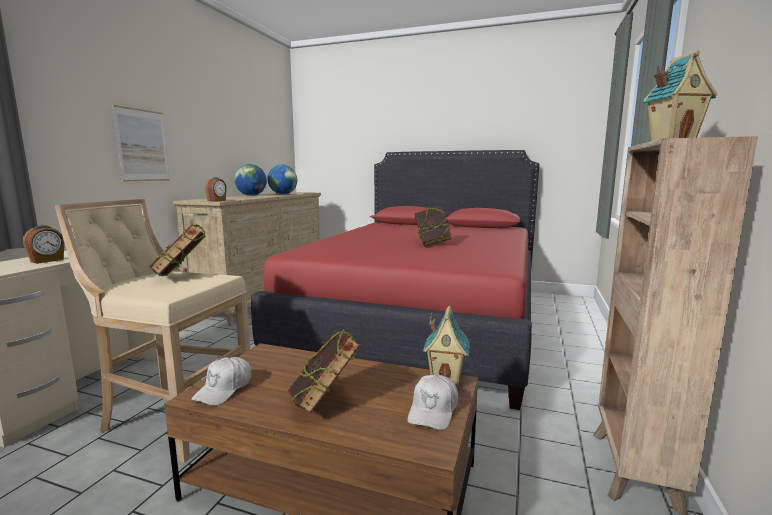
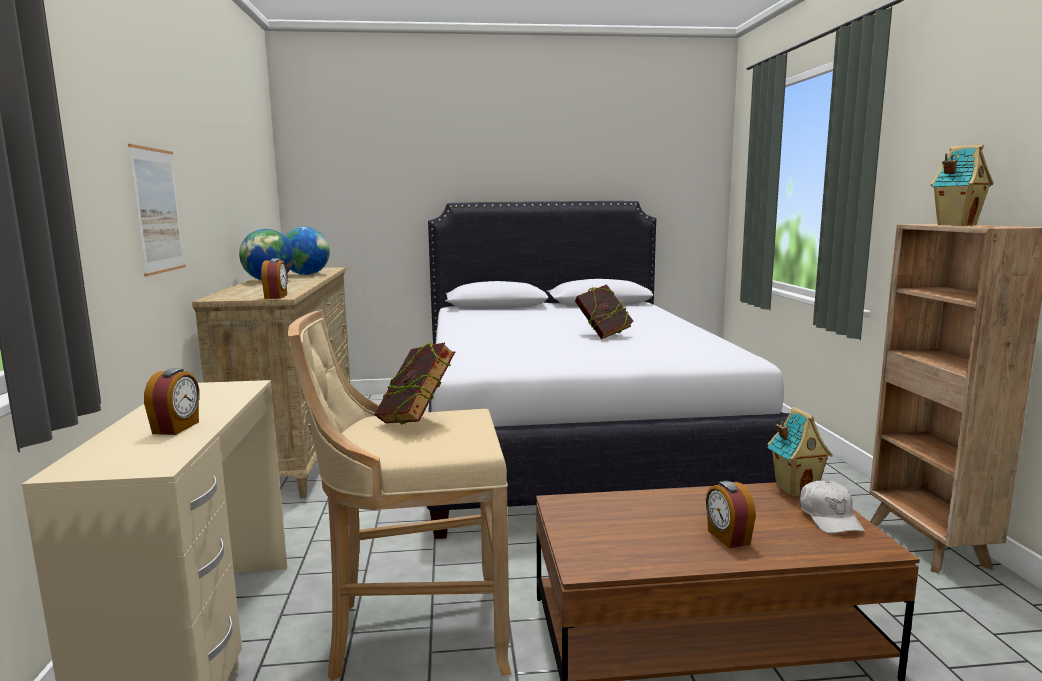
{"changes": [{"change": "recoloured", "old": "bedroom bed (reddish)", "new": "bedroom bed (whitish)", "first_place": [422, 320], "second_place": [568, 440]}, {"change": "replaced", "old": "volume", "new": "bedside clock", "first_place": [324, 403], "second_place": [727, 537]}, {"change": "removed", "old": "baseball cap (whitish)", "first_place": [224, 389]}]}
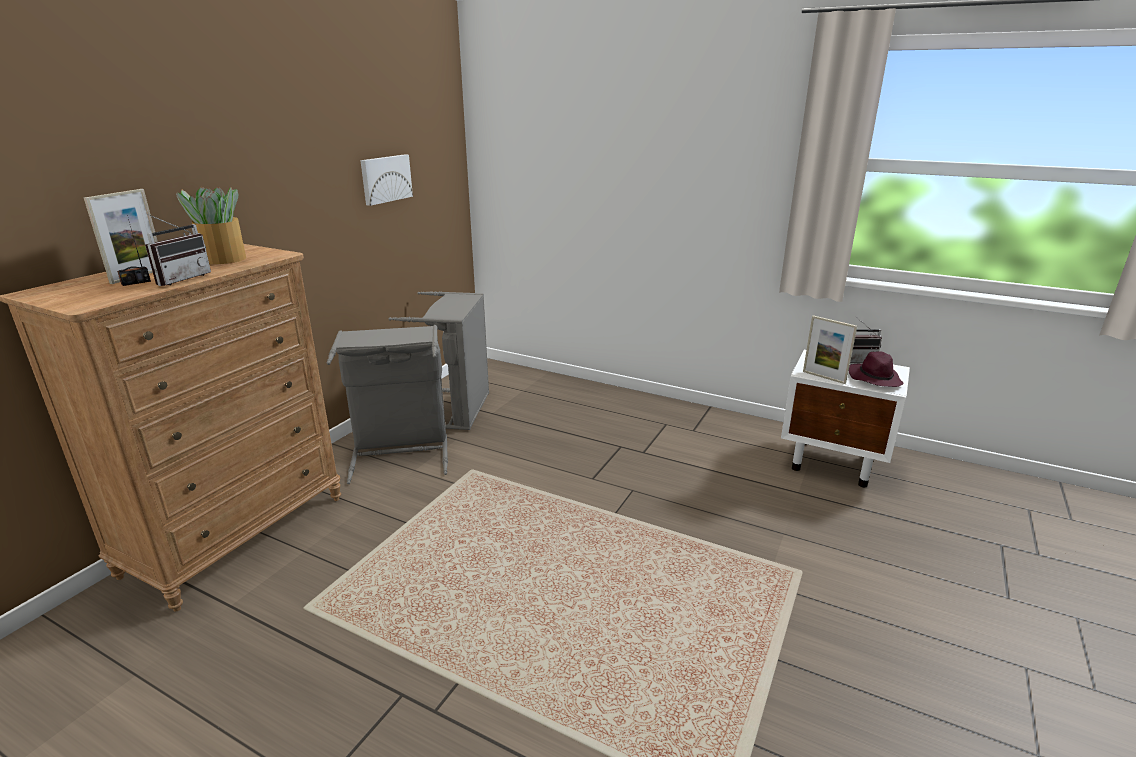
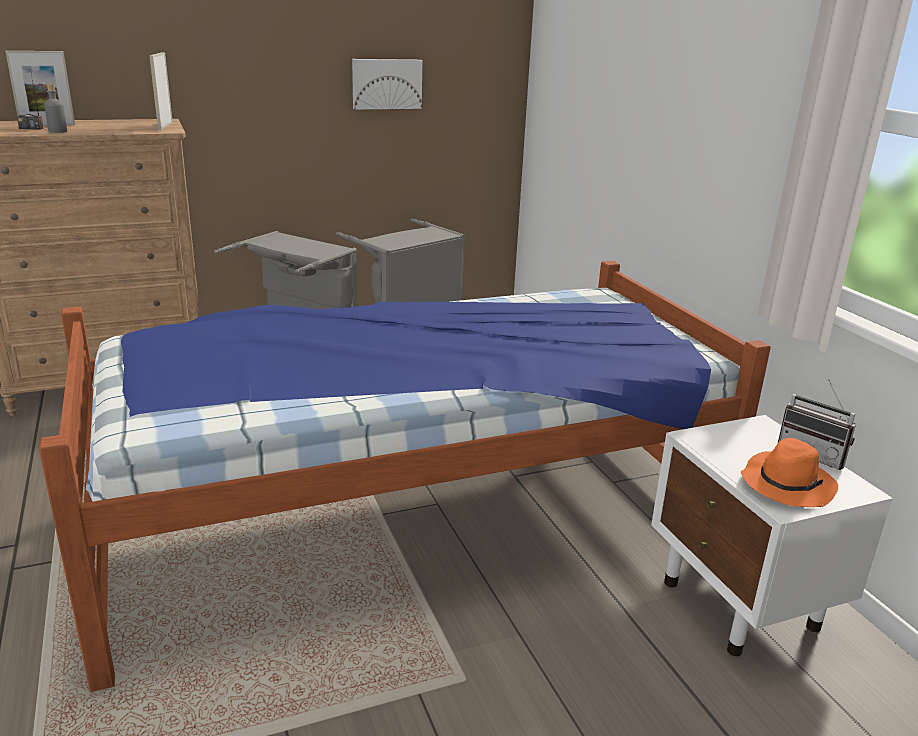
{"changes": [{"change": "added", "new": "bedroom bed", "second_place": [407, 518]}, {"change": "replaced", "old": "radio", "new": "beverage bottle (gray)", "first_place": [180, 279], "second_place": [58, 131]}, {"change": "moved", "old": "picture frame", "first_place": [824, 377], "second_place": [165, 126]}, {"change": "recoloured", "old": "wearable hat (purple)", "new": "wearable hat (orangey)", "first_place": [874, 378], "second_place": [786, 484]}, {"change": "removed", "old": "houseplant", "first_place": [223, 259]}]}
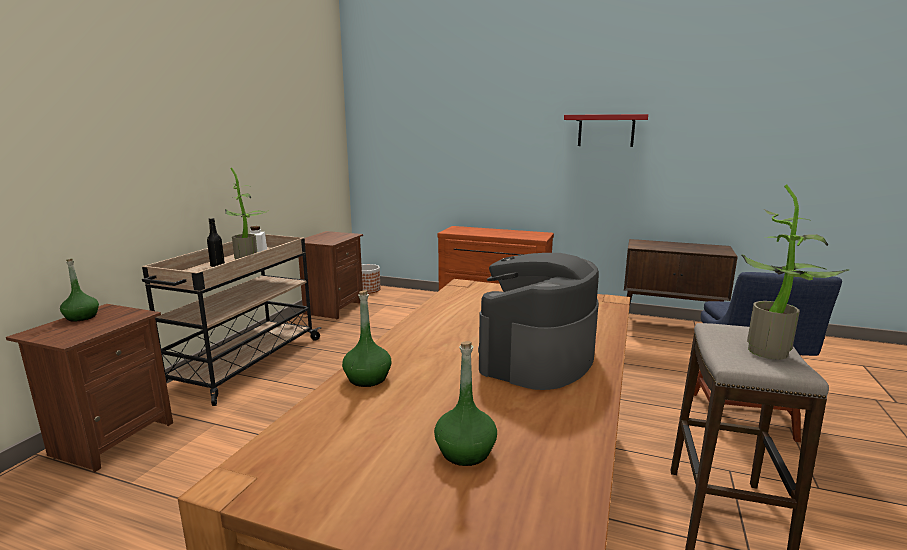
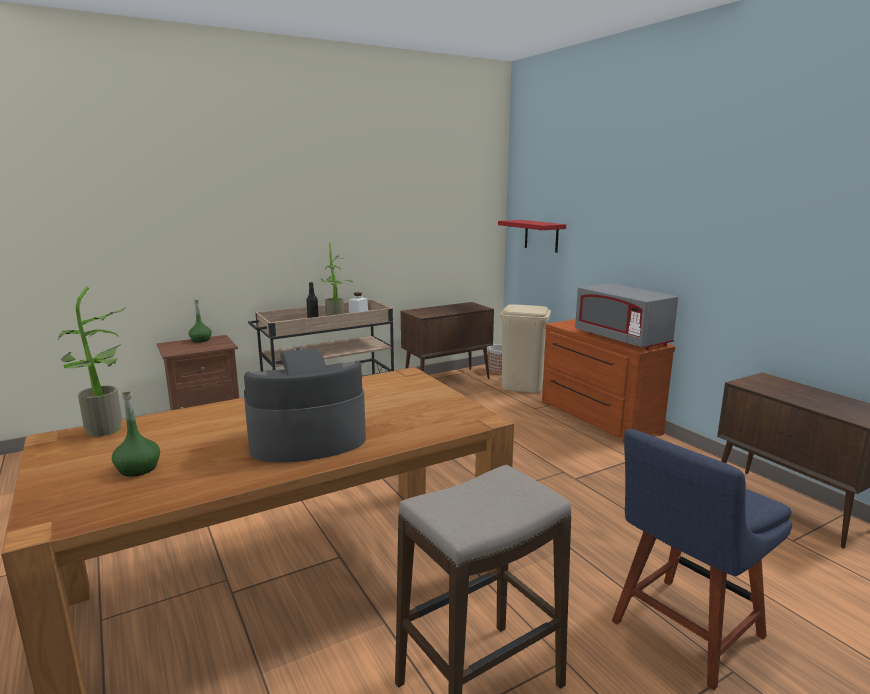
{"changes": [{"change": "moved", "old": "houseplant", "first_place": [774, 351], "second_place": [106, 431]}, {"change": "replaced", "old": "bedside table (brown-coloured)", "new": "cabinet (brown-coloured)", "first_place": [333, 308], "second_place": [447, 380]}, {"change": "moved", "old": "shelf (reddish)", "first_place": [606, 130], "second_place": [541, 236]}, {"change": "added", "new": "rubbish bin (sand-coloured)", "second_place": [523, 386]}, {"change": "added", "new": "kitchen microwave (gray)", "second_place": [622, 339]}, {"change": "removed", "old": "beverage bottle (greenish)", "first_place": [367, 378]}]}
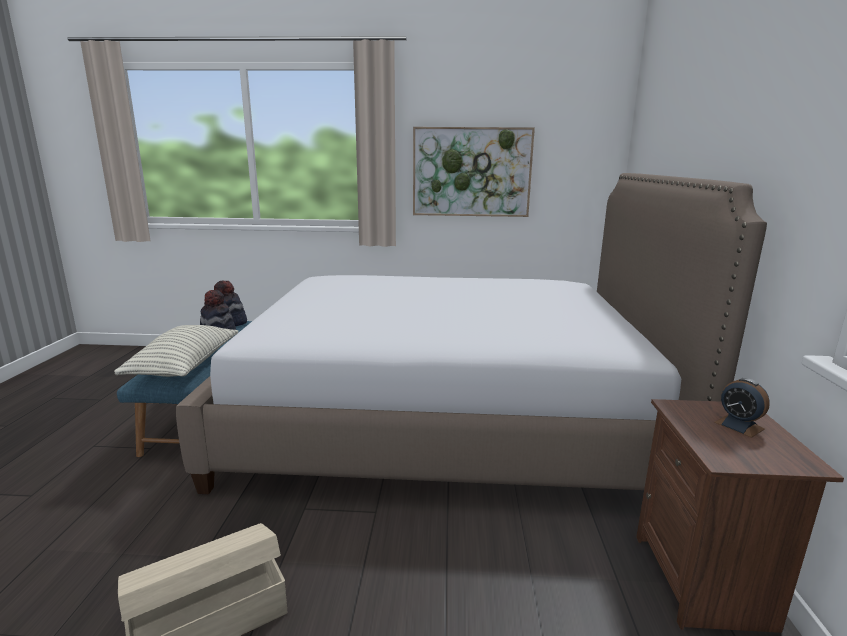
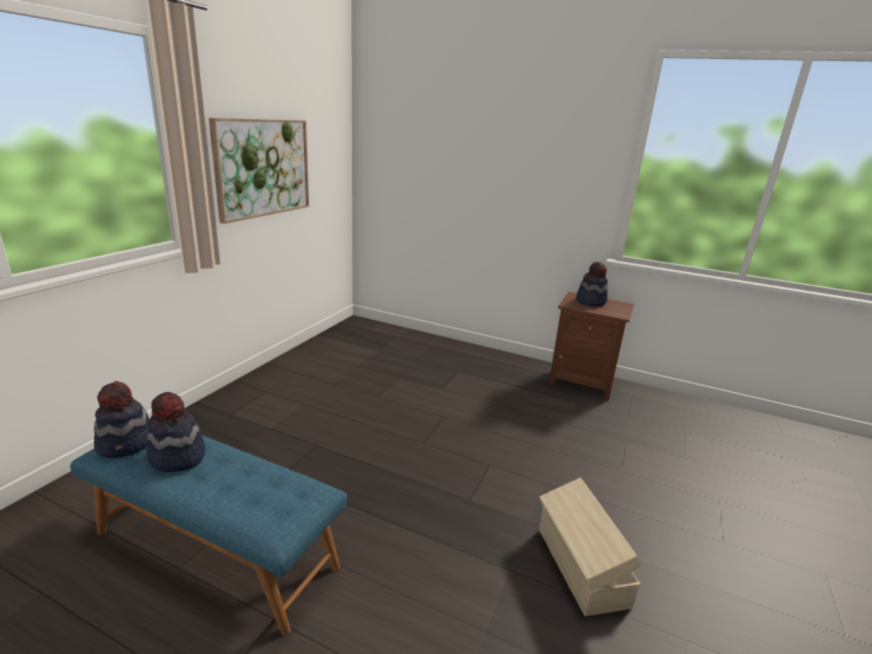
{"changes": [{"change": "replaced", "old": "bedside clock", "new": "wearable hat", "first_place": [739, 425], "second_place": [591, 301]}, {"change": "removed", "old": "throw pillow", "first_place": [185, 366]}, {"change": "removed", "old": "bedroom bed", "first_place": [445, 418]}]}
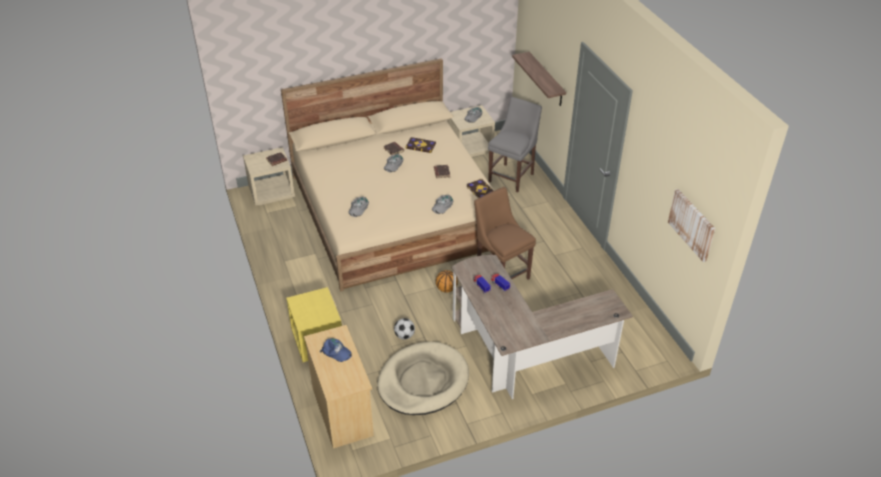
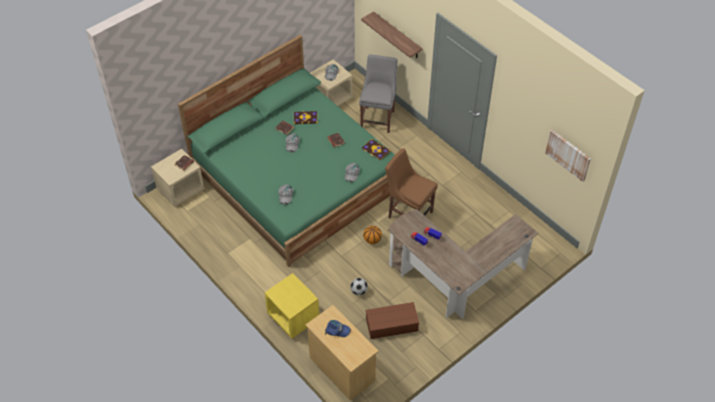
{"changes": [{"change": "recoloured", "old": "bedroom bed (sand-coloured)", "new": "bedroom bed (greenish)", "first_place": [396, 210], "second_place": [296, 178]}, {"change": "replaced", "old": "pet bed (sand-coloured)", "new": "storage box (brown-coloured)", "first_place": [423, 381], "second_place": [391, 325]}]}
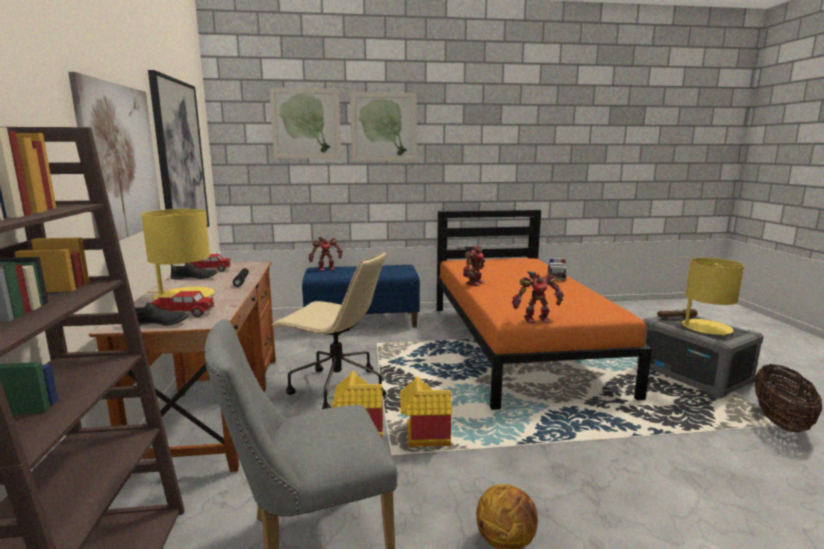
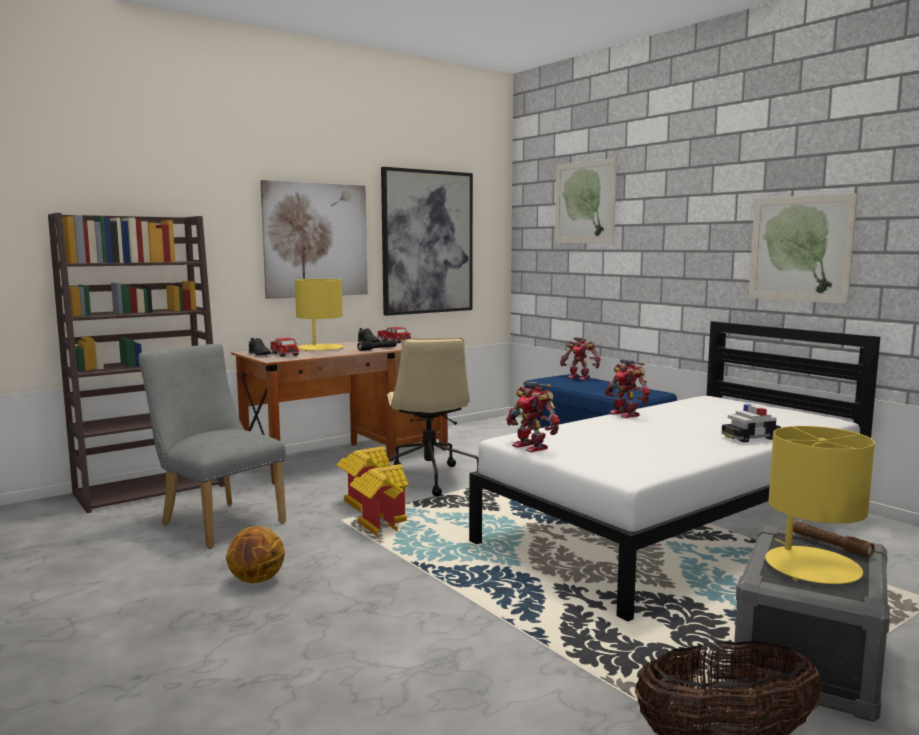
{"changes": [{"change": "recoloured", "old": "bedroom bed (orangey)", "new": "bedroom bed (whitish)", "first_place": [518, 345], "second_place": [677, 528]}, {"change": "turned", "old": "robot figure", "first_place": [473, 283], "second_place": [626, 414], "degrees": 60}, {"change": "moved", "old": "wall picture", "first_place": [384, 127], "second_place": [800, 248]}]}
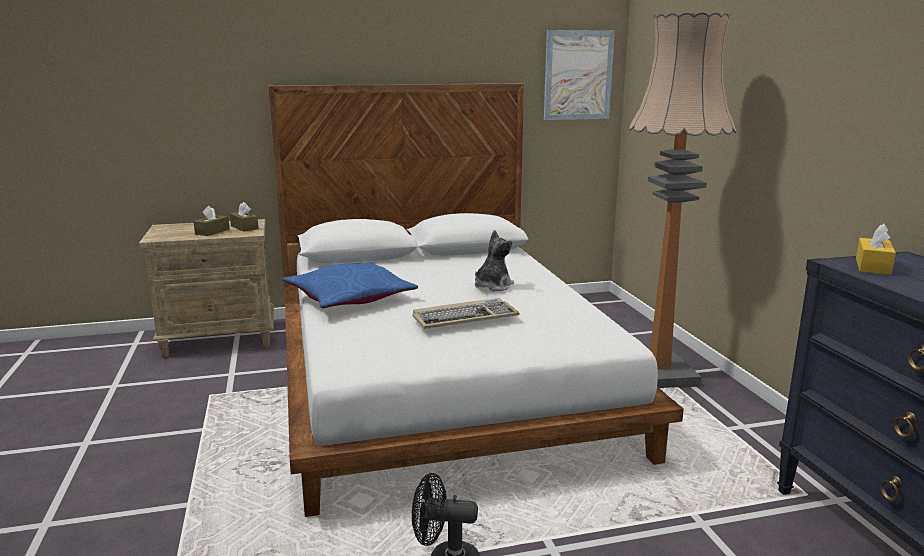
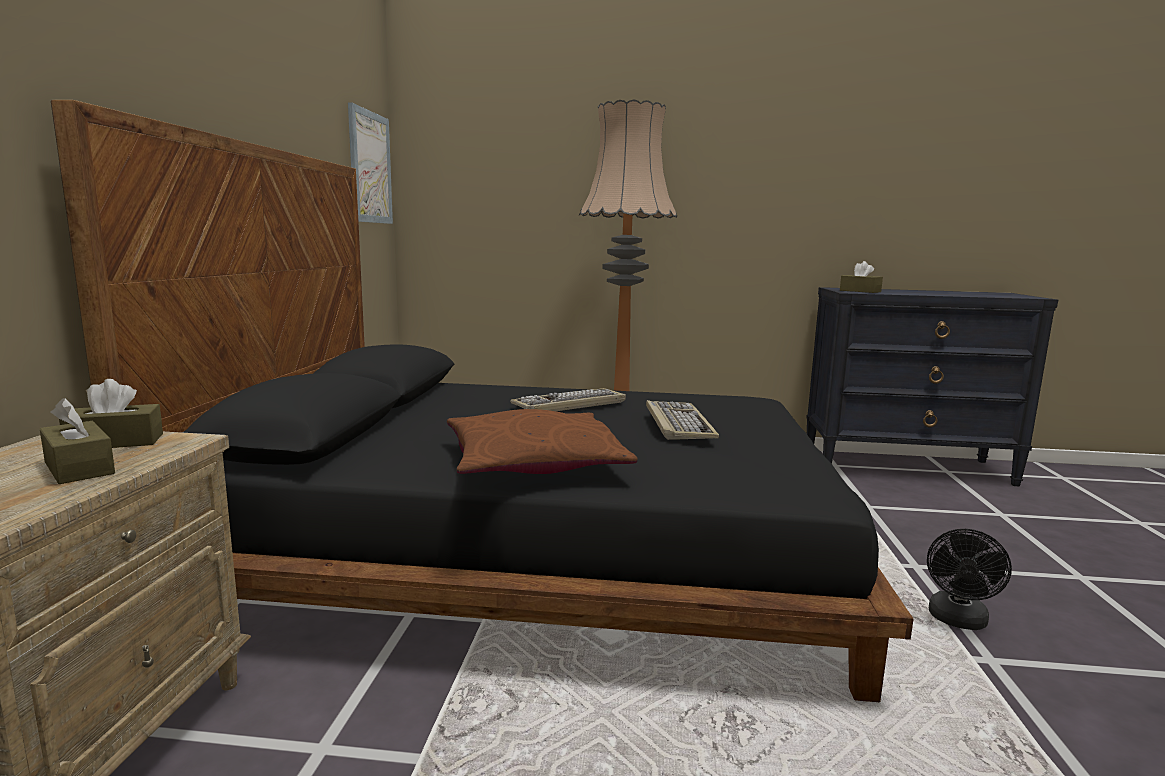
{"changes": [{"change": "recoloured", "old": "bedroom bed (whitish)", "new": "bedroom bed (black-coloured)", "first_place": [441, 378], "second_place": [538, 549]}, {"change": "recoloured", "old": "throw pillow (blue)", "new": "throw pillow (brown-coloured)", "first_place": [349, 298], "second_place": [534, 463]}, {"change": "replaced", "old": "soft toy", "new": "computer keyboard", "first_place": [492, 286], "second_place": [569, 404]}, {"change": "recoloured", "old": "box of tissues (yellow)", "new": "box of tissues (brown-coloured)", "first_place": [872, 266], "second_place": [860, 291]}]}
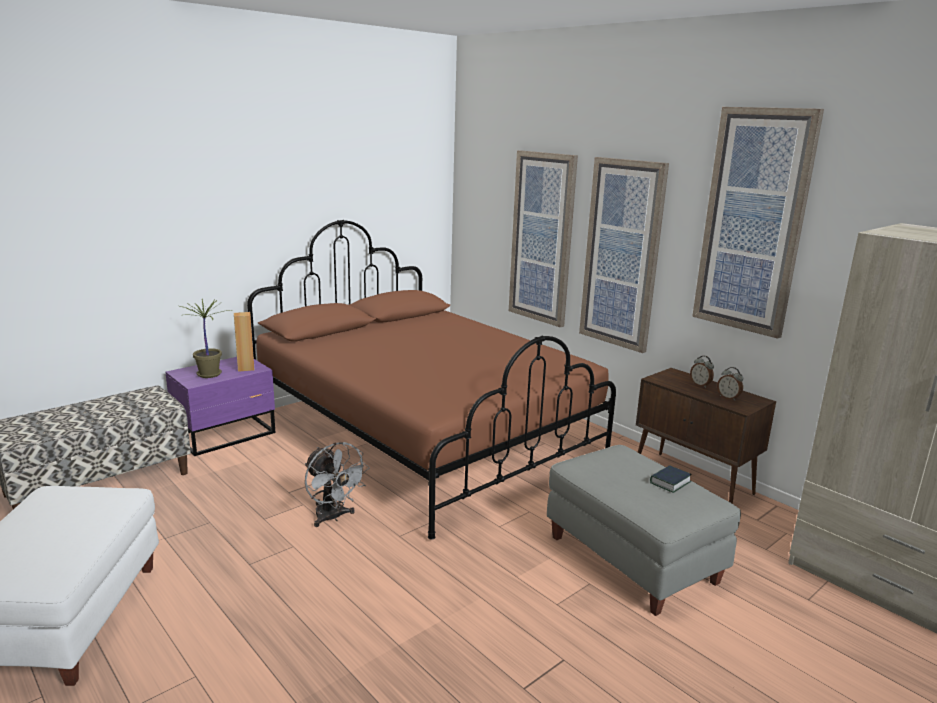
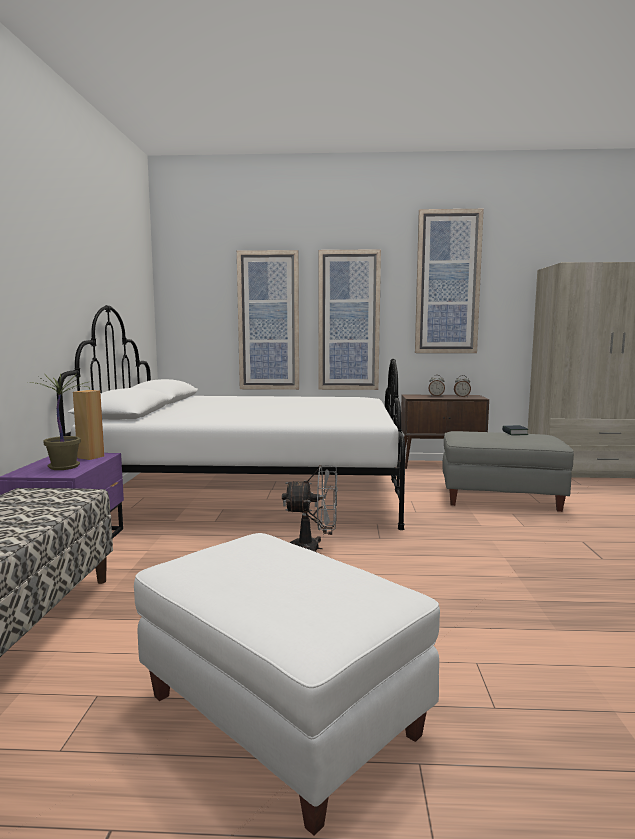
{"changes": [{"change": "recoloured", "old": "bedroom bed (brown-coloured)", "new": "bedroom bed (whitish)", "first_place": [424, 435], "second_place": [253, 492]}]}
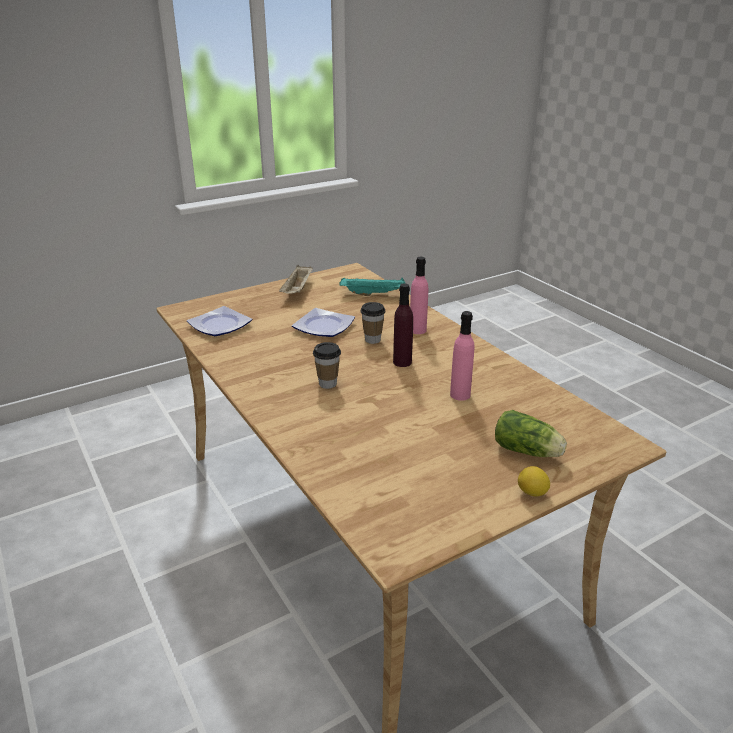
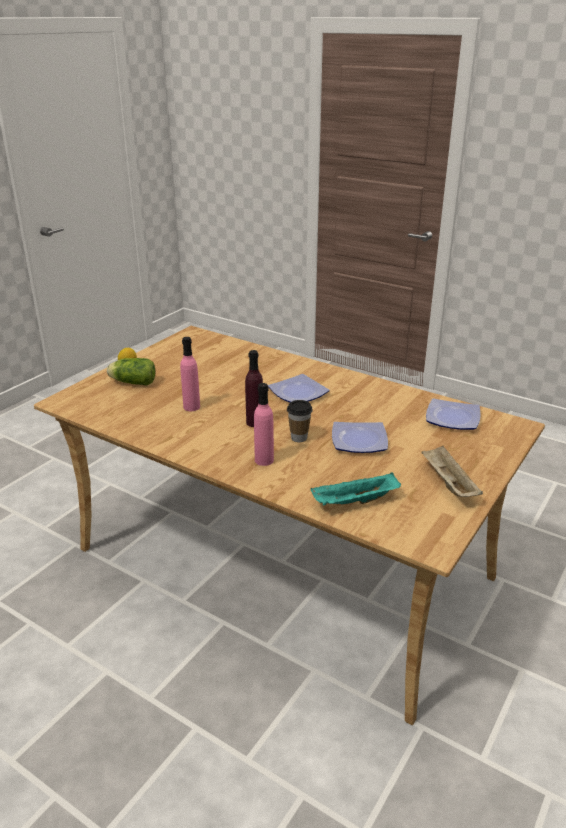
{"changes": [{"change": "replaced", "old": "small cup", "new": "dinner plate", "first_place": [328, 384], "second_place": [298, 392]}]}
